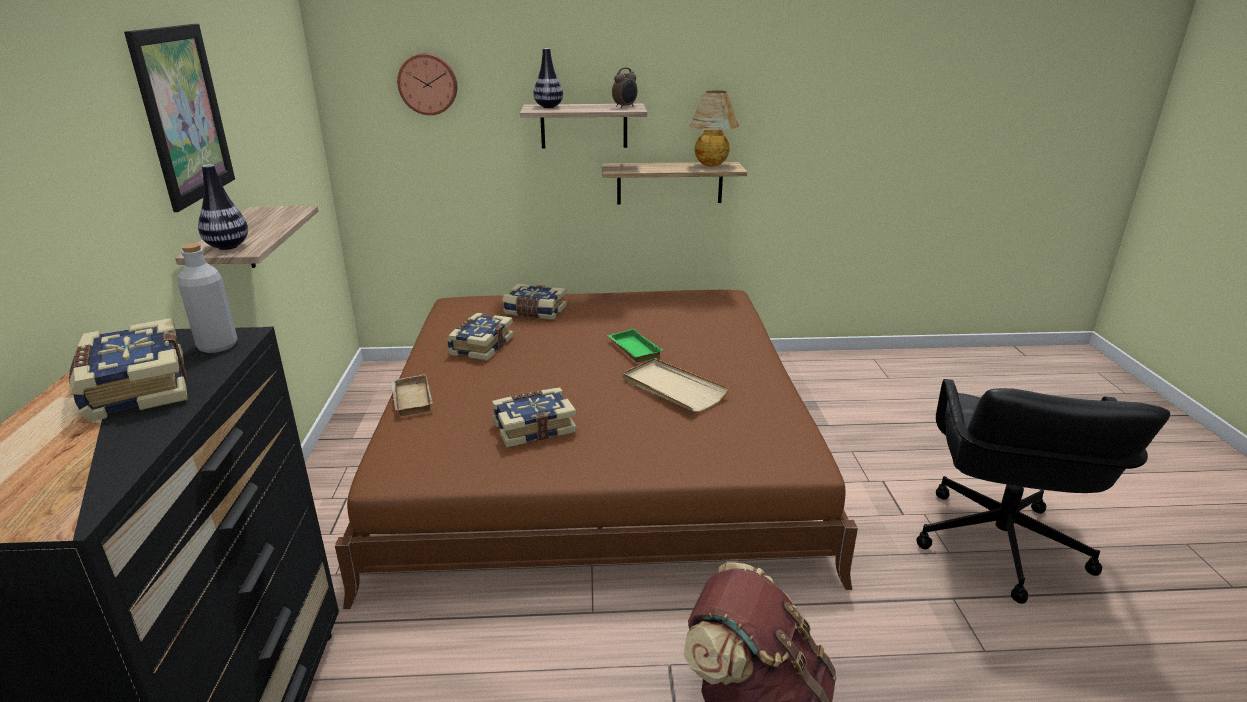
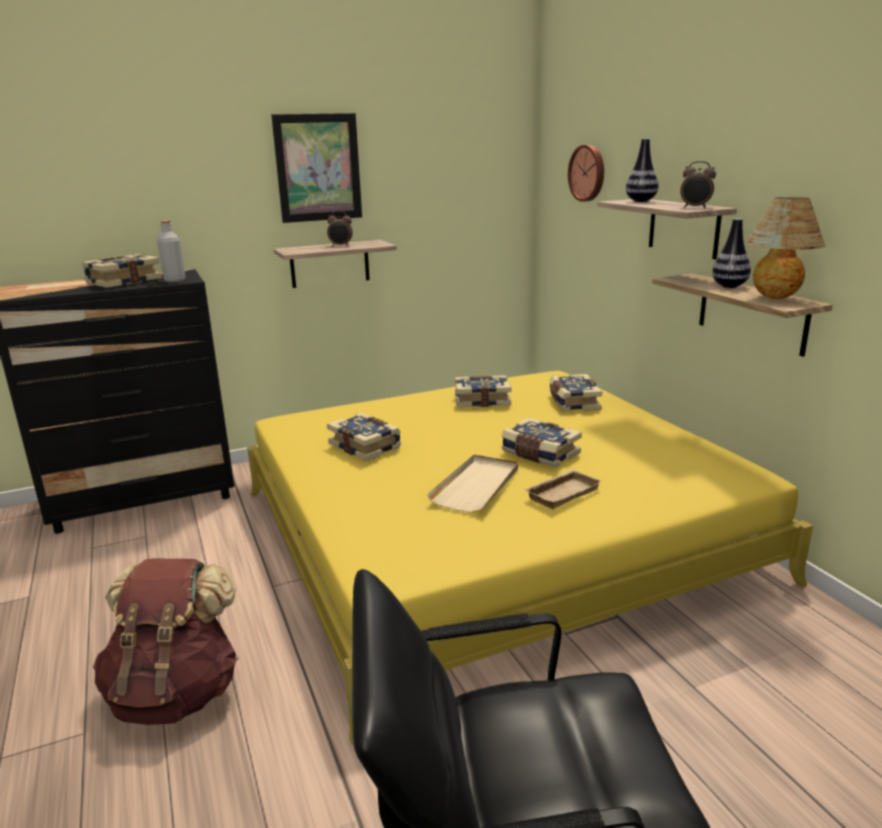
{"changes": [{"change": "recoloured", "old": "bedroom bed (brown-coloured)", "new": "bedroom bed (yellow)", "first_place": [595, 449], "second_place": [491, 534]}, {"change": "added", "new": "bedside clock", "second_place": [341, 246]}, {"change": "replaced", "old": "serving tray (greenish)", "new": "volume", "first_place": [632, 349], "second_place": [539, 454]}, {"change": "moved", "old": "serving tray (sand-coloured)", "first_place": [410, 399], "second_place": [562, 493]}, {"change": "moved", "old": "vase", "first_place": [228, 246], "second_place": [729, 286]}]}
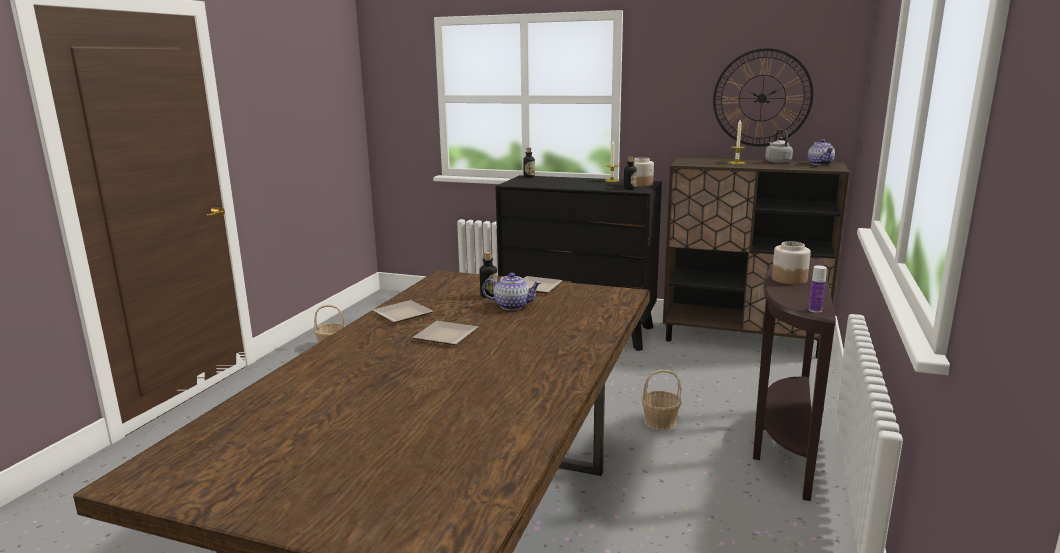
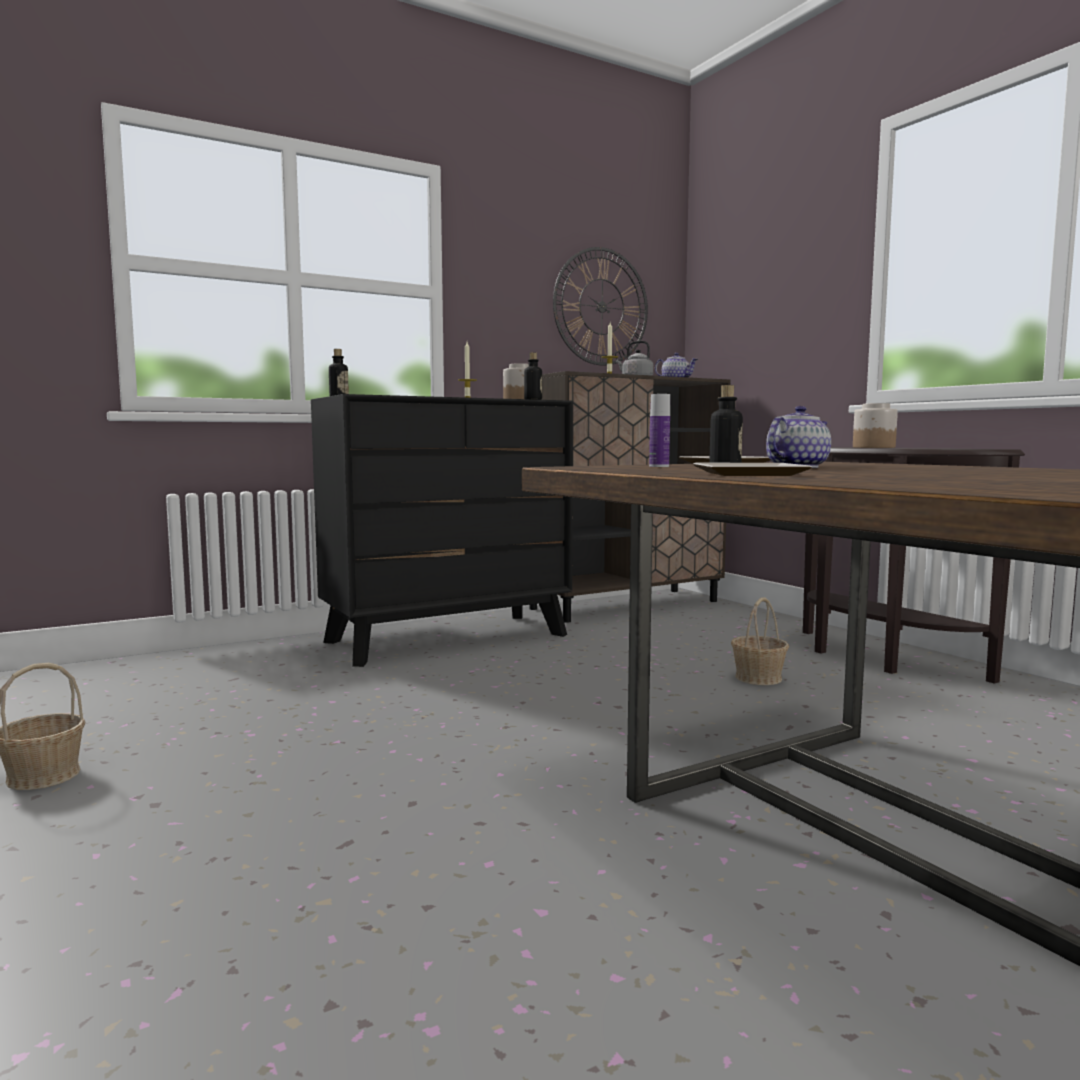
{"changes": [{"change": "moved", "old": "beverage bottle", "first_place": [815, 310], "second_place": [659, 466]}, {"change": "removed", "old": "dinner plate", "first_place": [445, 335]}]}
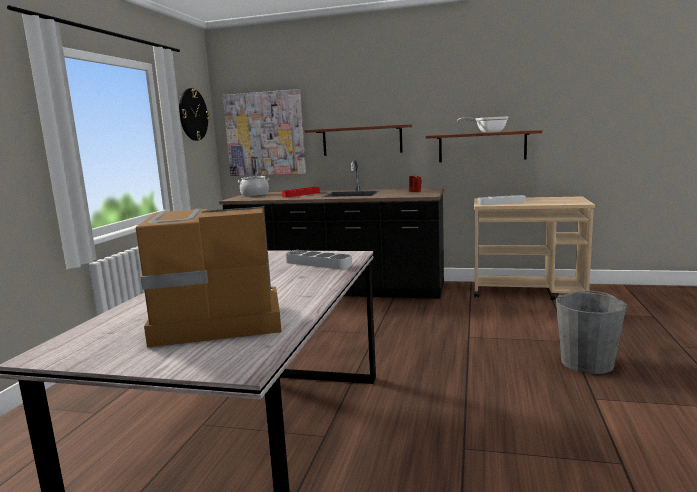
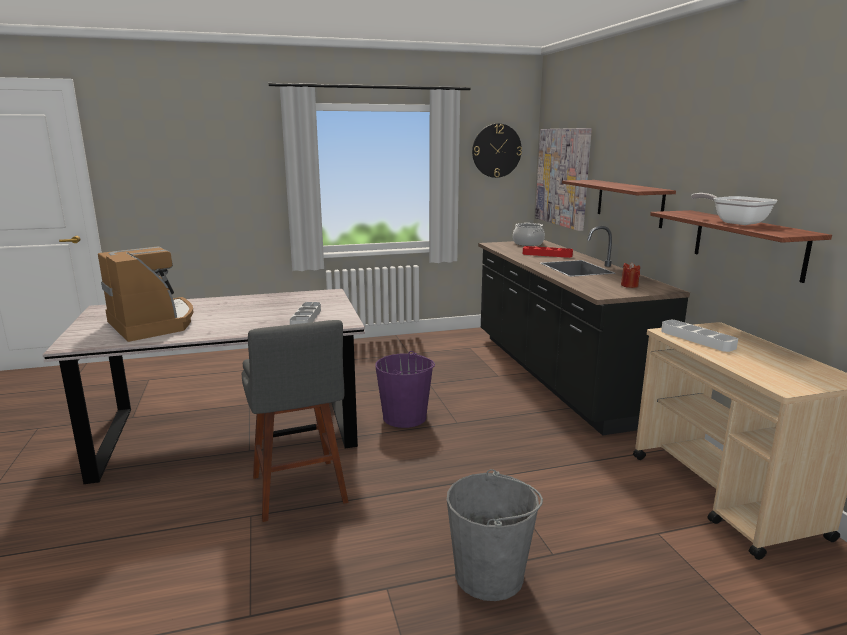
{"changes": [{"change": "added", "new": "stool seat (gray)", "second_place": [300, 492]}, {"change": "added", "new": "water bucket (purple)", "second_place": [405, 417]}]}
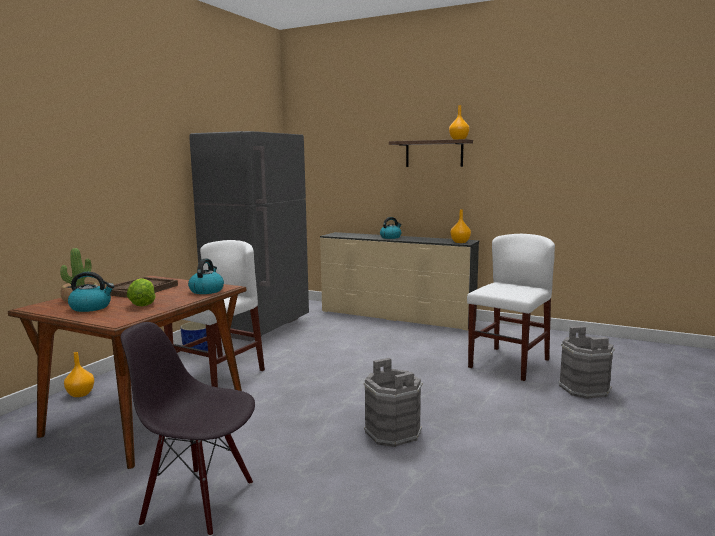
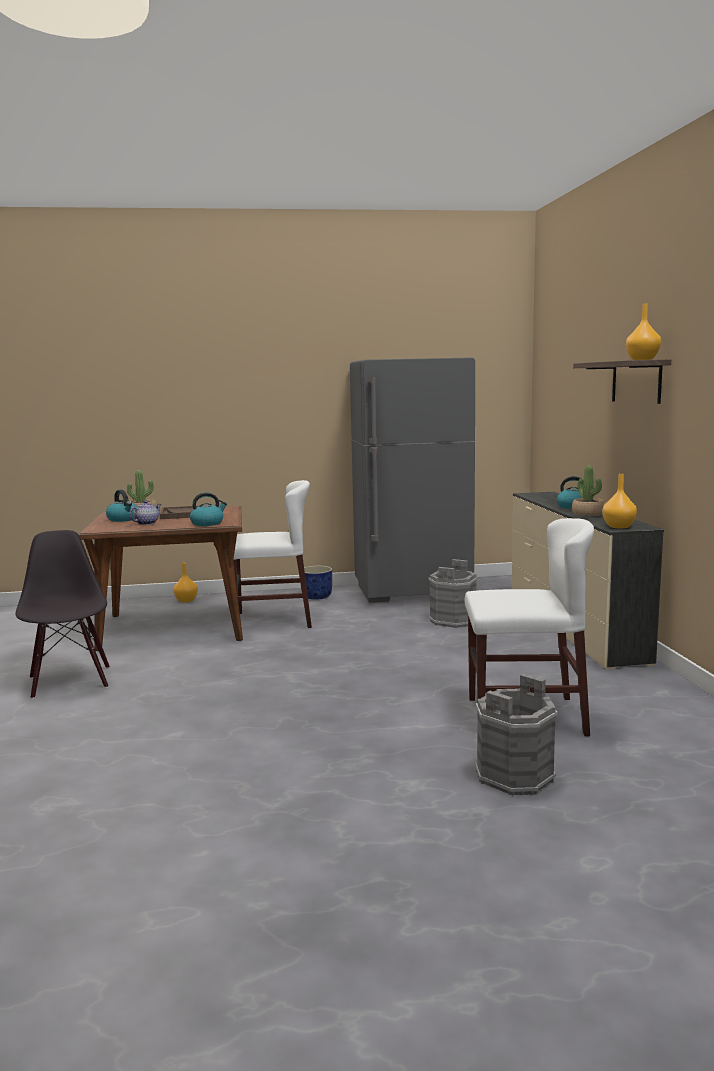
{"changes": [{"change": "replaced", "old": "lettuce head", "new": "teapot", "first_place": [142, 304], "second_place": [146, 523]}, {"change": "moved", "old": "water bucket (gray)", "first_place": [393, 432], "second_place": [453, 620]}, {"change": "added", "new": "houseplant", "second_place": [588, 514]}]}
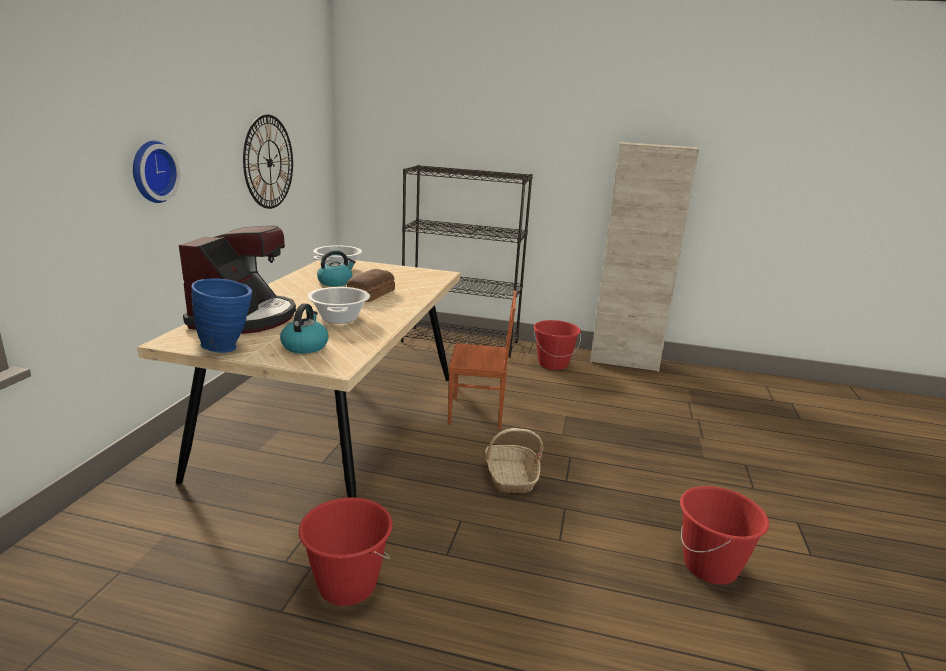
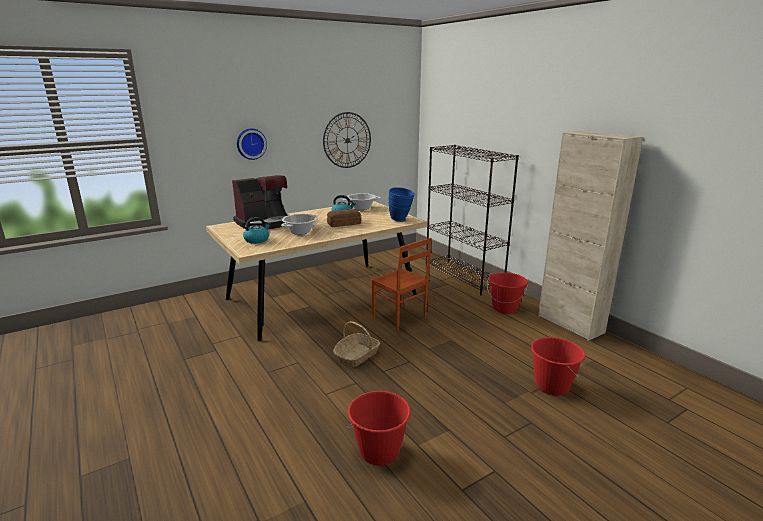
{"changes": [{"change": "moved", "old": "vase (blue)", "first_place": [228, 348], "second_place": [401, 220]}, {"change": "moved", "old": "water bucket (reddish)", "first_place": [347, 586], "second_place": [551, 386]}]}
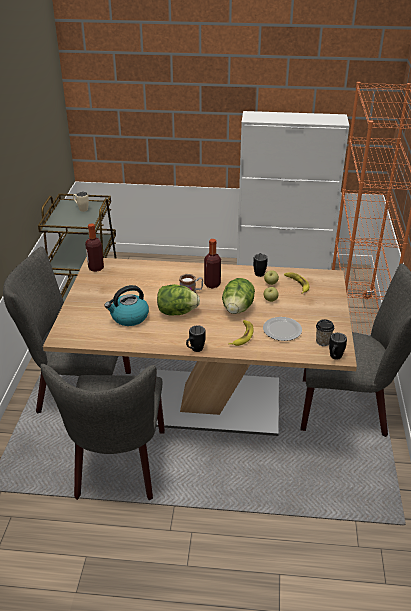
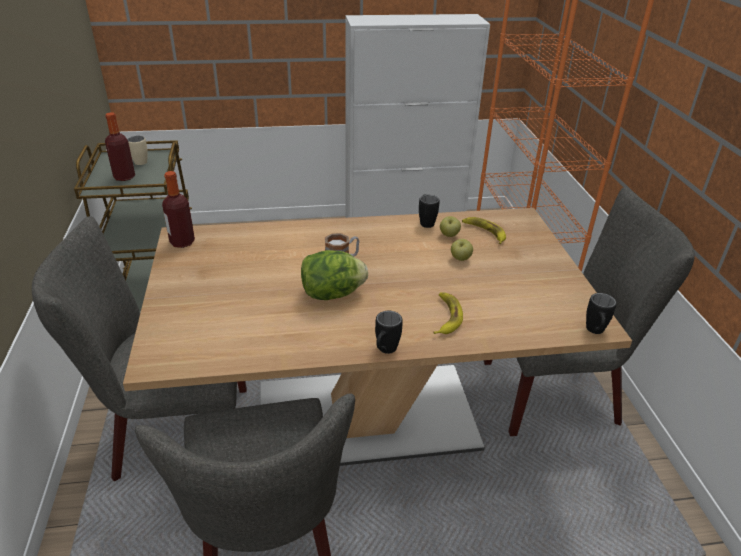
{"changes": [{"change": "moved", "old": "beverage bottle", "first_place": [212, 284], "second_place": [124, 177]}, {"change": "removed", "old": "kettle", "first_place": [129, 317]}, {"change": "removed", "old": "lettuce head", "first_place": [237, 309]}, {"change": "removed", "old": "dinner plate", "first_place": [281, 330]}, {"change": "removed", "old": "small cup", "first_place": [323, 342]}]}
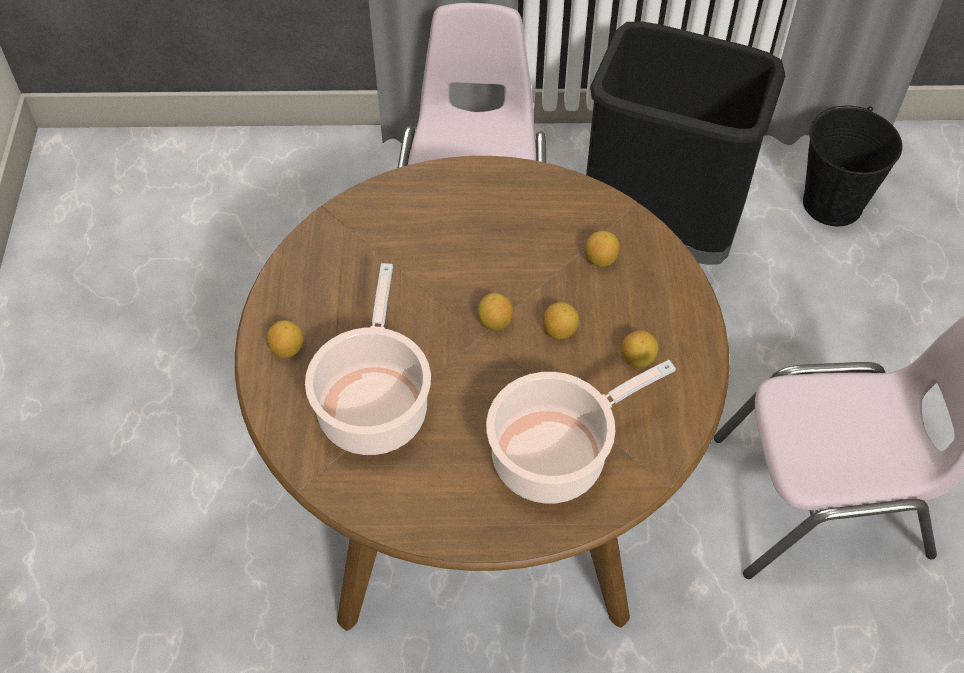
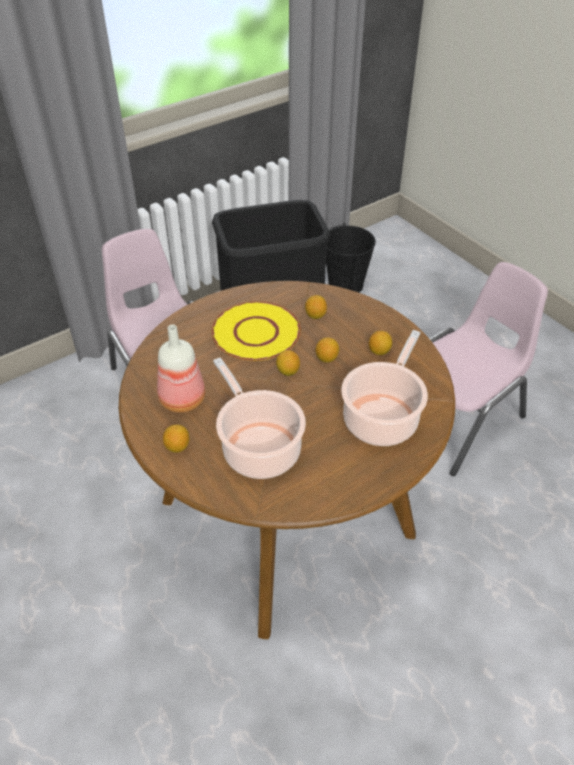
{"changes": [{"change": "added", "new": "beverage bottle", "second_place": [181, 400]}, {"change": "added", "new": "dinner plate (yellow)", "second_place": [255, 333]}]}
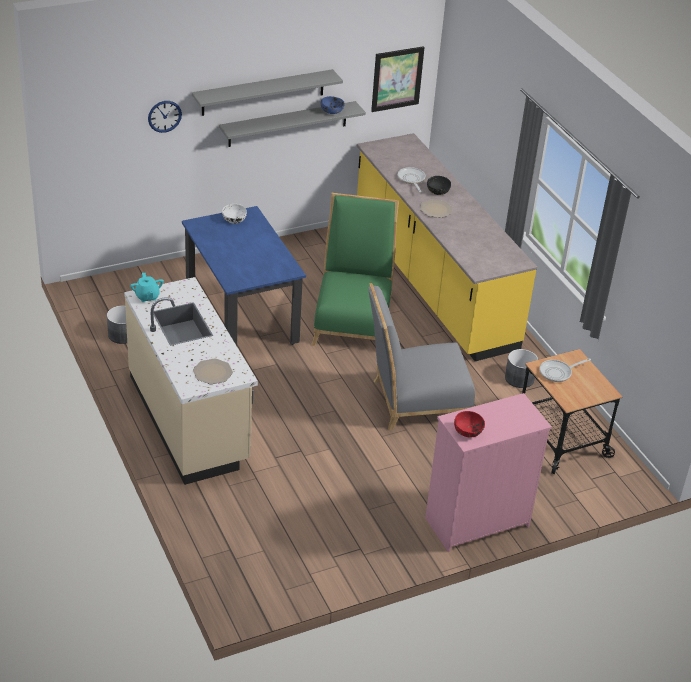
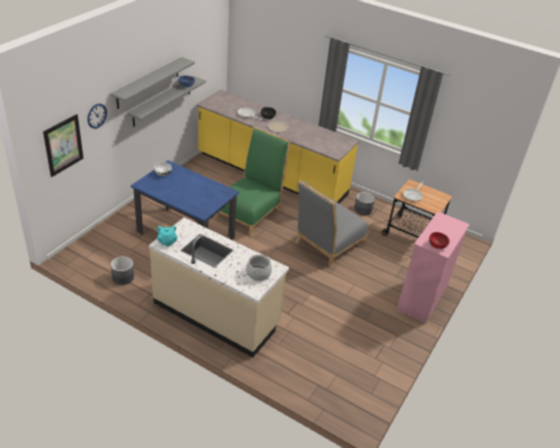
{"changes": [{"change": "moved", "old": "wall picture", "first_place": [397, 79], "second_place": [63, 145]}, {"change": "turned", "old": "upright chair (greenish)", "first_place": [352, 320], "second_place": [250, 212], "degrees": 60}, {"change": "replaced", "old": "dinner plate", "new": "cooking pot", "first_place": [213, 372], "second_place": [258, 273]}]}
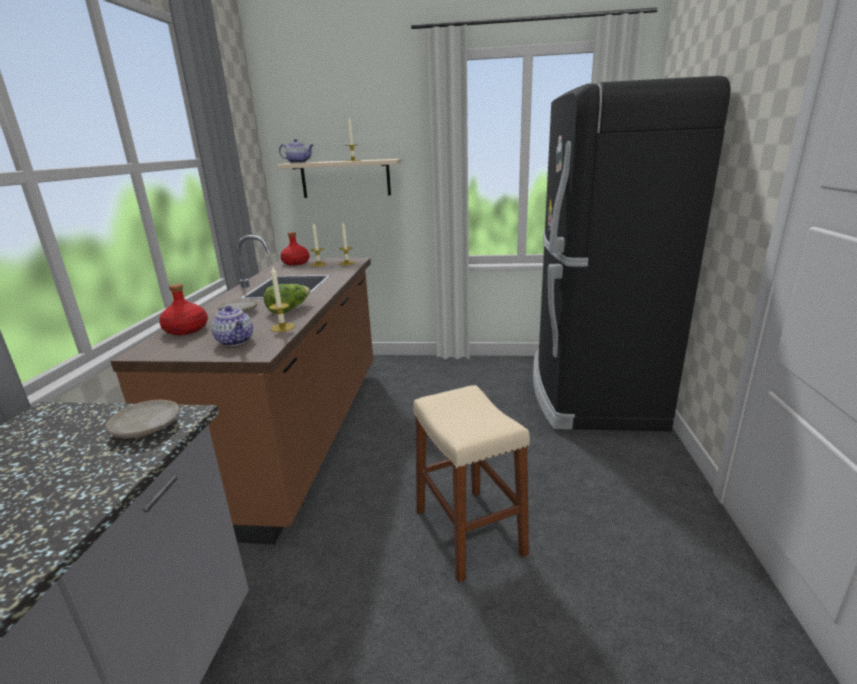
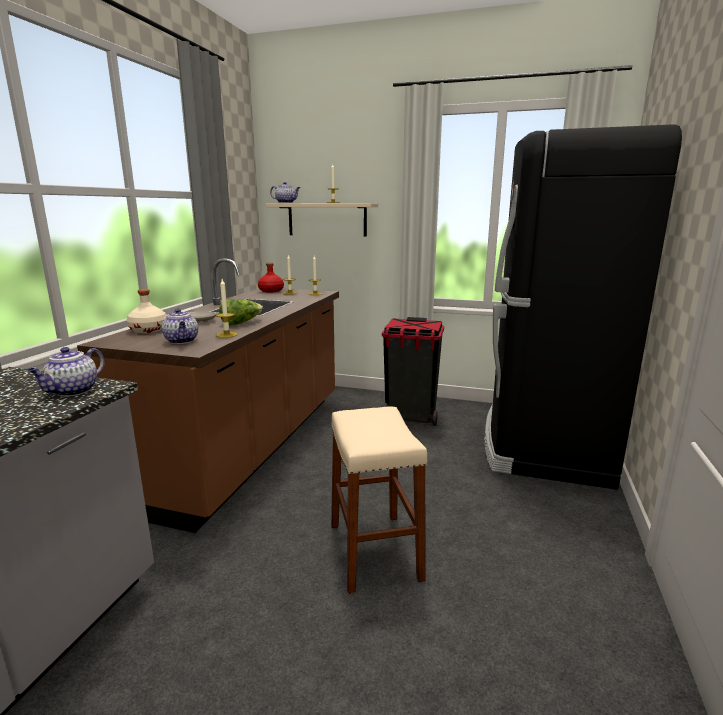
{"changes": [{"change": "replaced", "old": "dinner plate (sand-coloured)", "new": "teapot", "first_place": [146, 428], "second_place": [73, 391]}, {"change": "recoloured", "old": "beverage bottle (reddish)", "new": "beverage bottle (sand-coloured)", "first_place": [187, 330], "second_place": [149, 330]}, {"change": "added", "new": "rubbish bin (black-coloured)", "second_place": [410, 417]}]}
